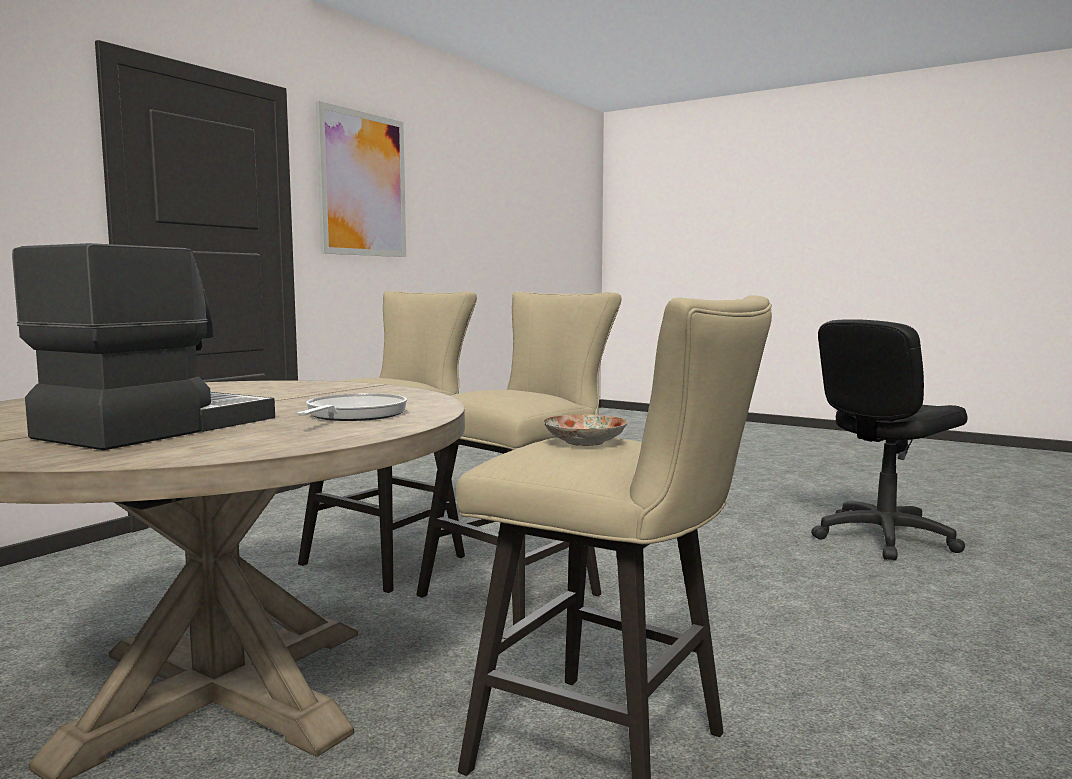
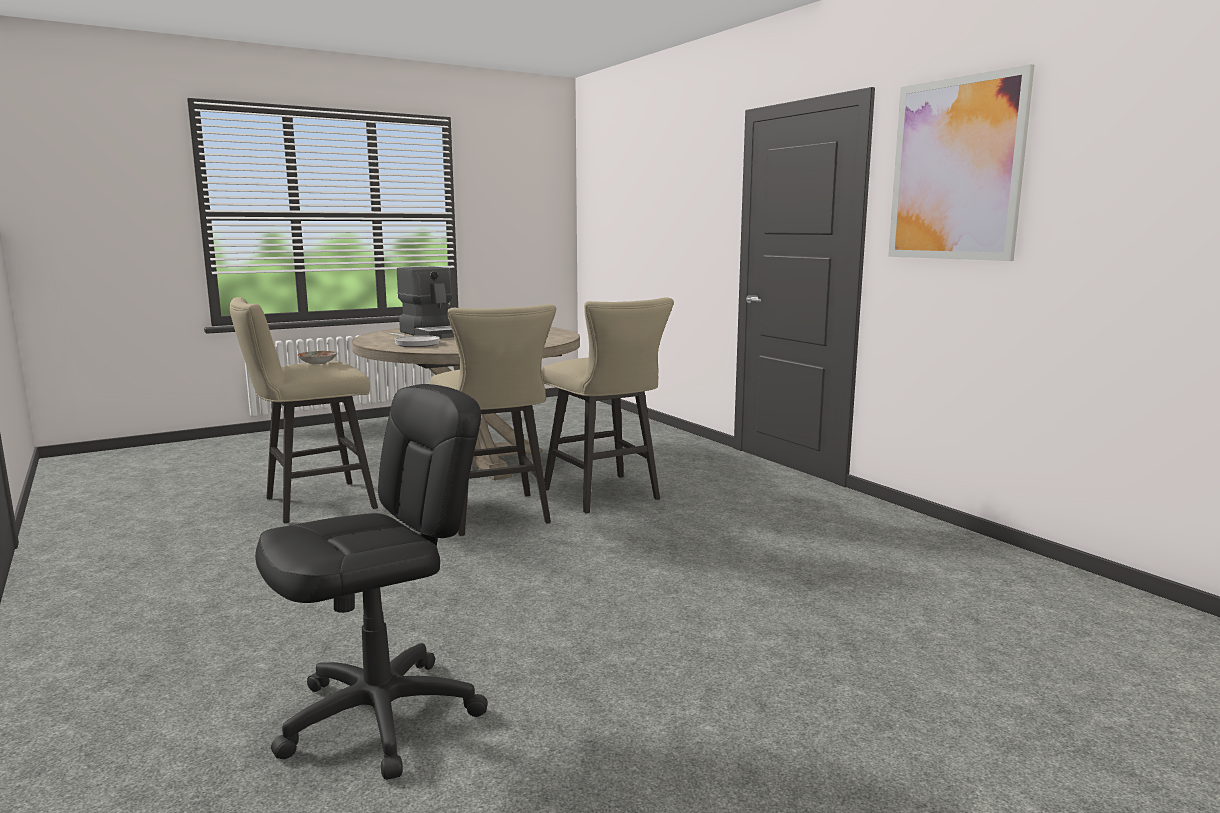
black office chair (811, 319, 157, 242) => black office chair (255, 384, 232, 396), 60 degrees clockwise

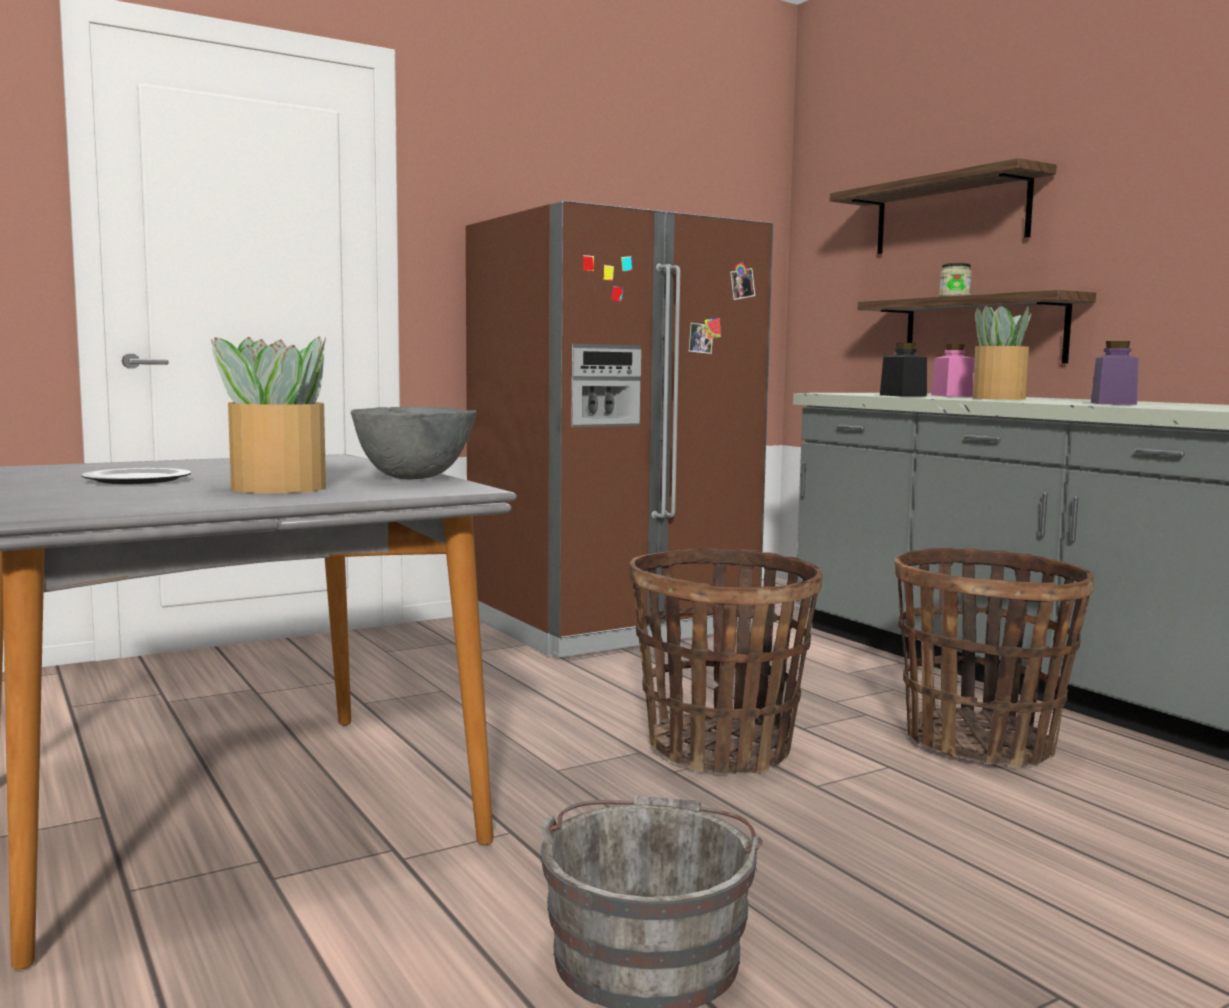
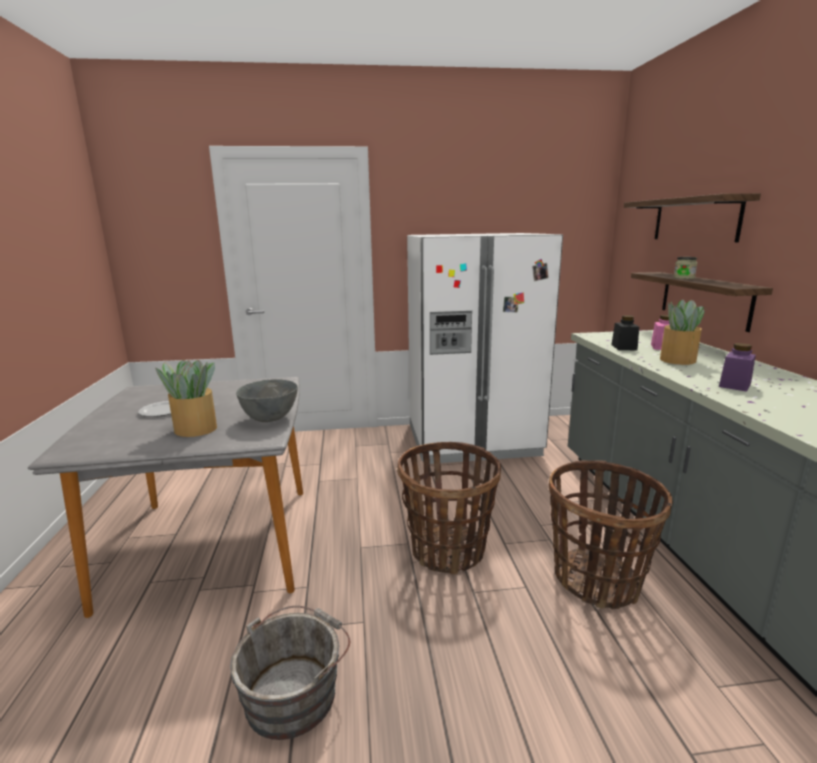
brown fridge (466, 201, 307, 456) => white fridge (407, 233, 156, 231)

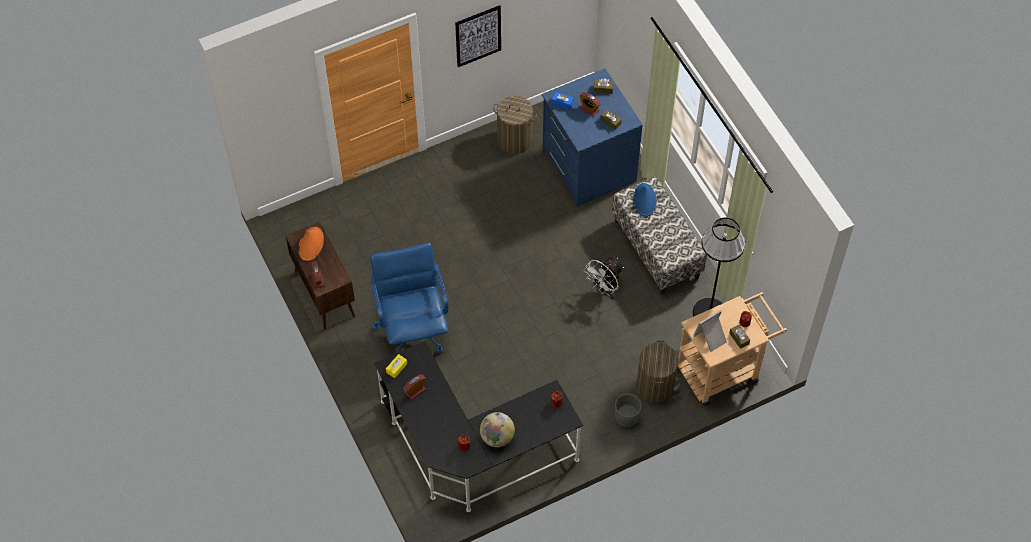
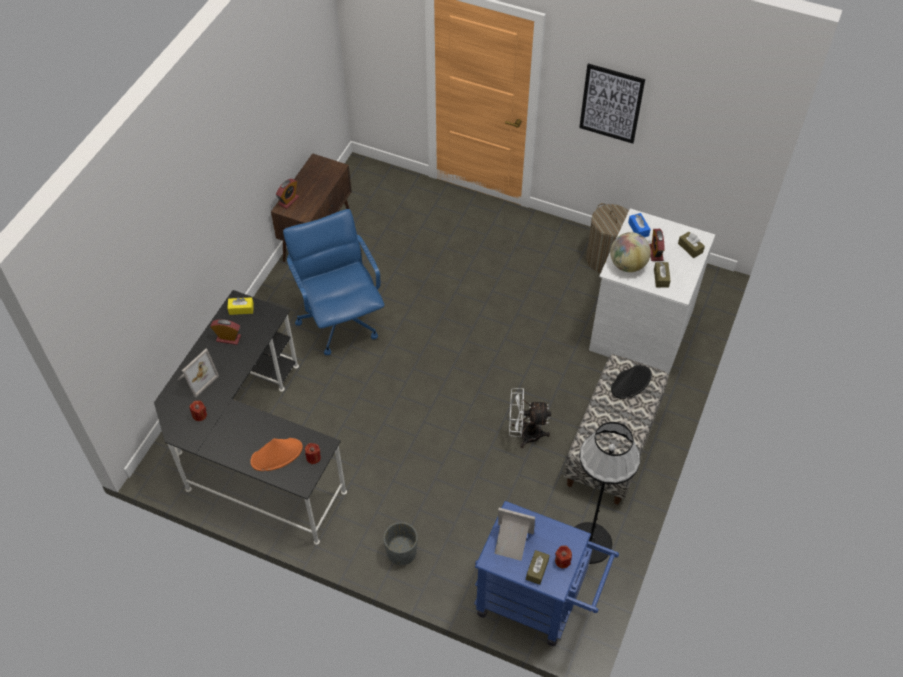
nothing => picture frame (177, 349, 42, 49)
orange hat (298, 227, 26, 34) => orange hat (250, 438, 53, 33), moved
blue office chair (370, 243, 78, 110) => blue office chair (283, 209, 101, 146), 60 degrees counterclockwise
beige cart (678, 292, 109, 114) => blue cart (474, 501, 145, 145)
blue dresser (542, 68, 101, 139) => white dresser (589, 208, 126, 166)
globe (480, 412, 35, 35) => globe (610, 232, 41, 40), moved
blue hat (633, 183, 23, 33) => black hat (611, 365, 41, 34)
laundry basket (636, 340, 43, 63) => nothing

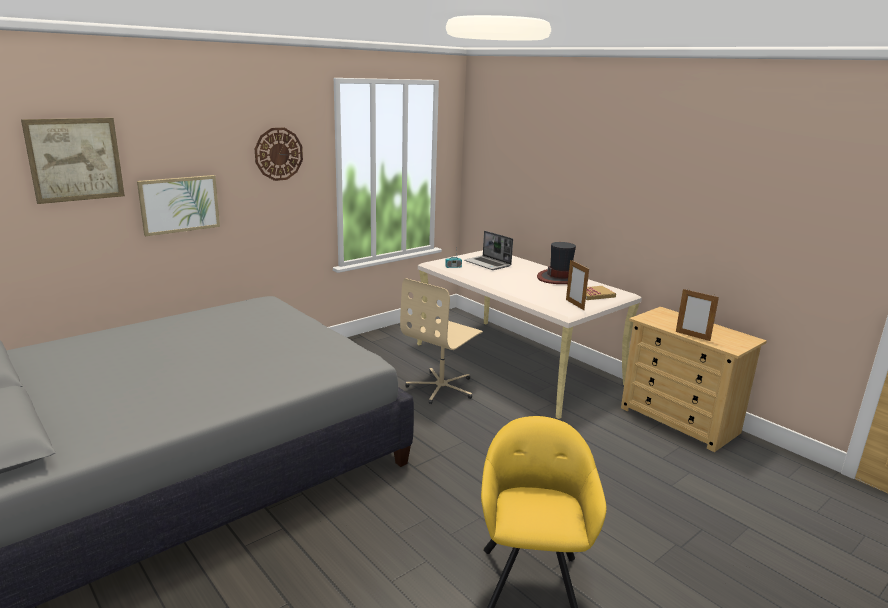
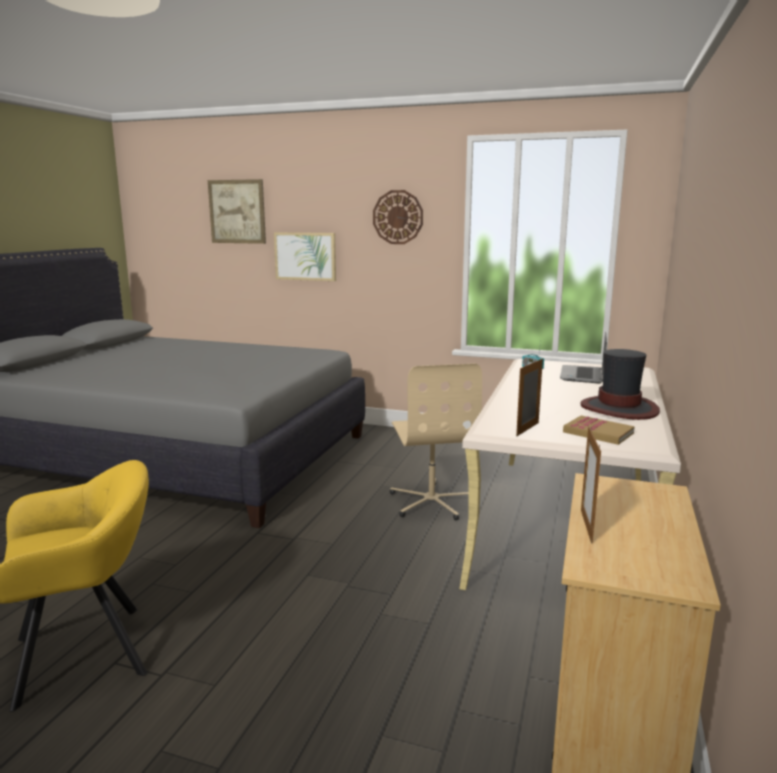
beige office chair (400, 278, 83, 126) => beige office chair (390, 364, 92, 157), 105 degrees counterclockwise

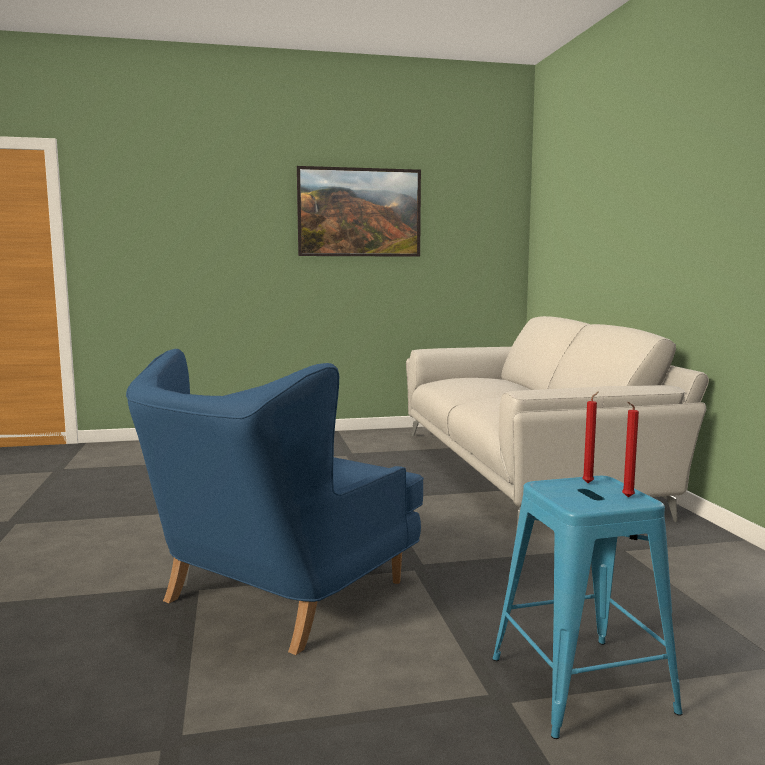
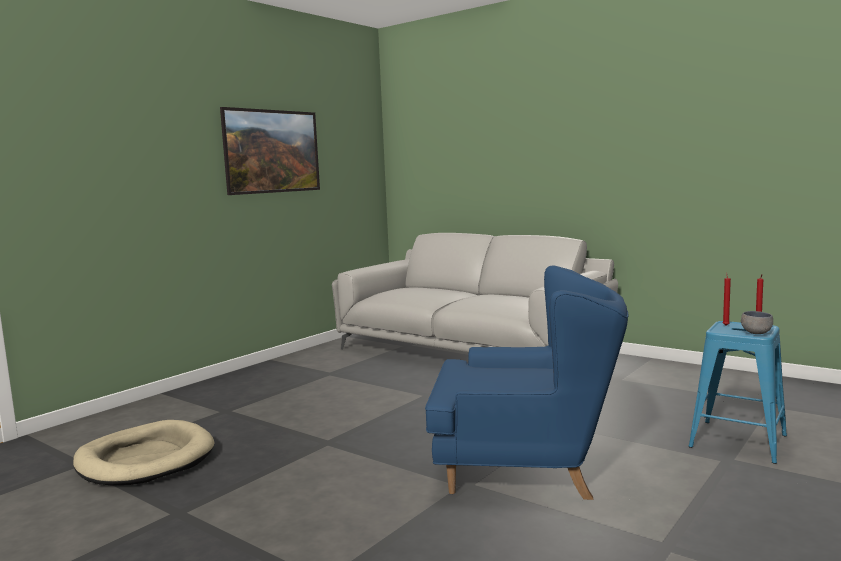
nothing => beige dog bed (73, 420, 141, 66)
blue armchair (126, 349, 298, 306) => blue armchair (425, 266, 204, 234), 75 degrees counterclockwise
nothing => grey bowl (741, 311, 32, 23)

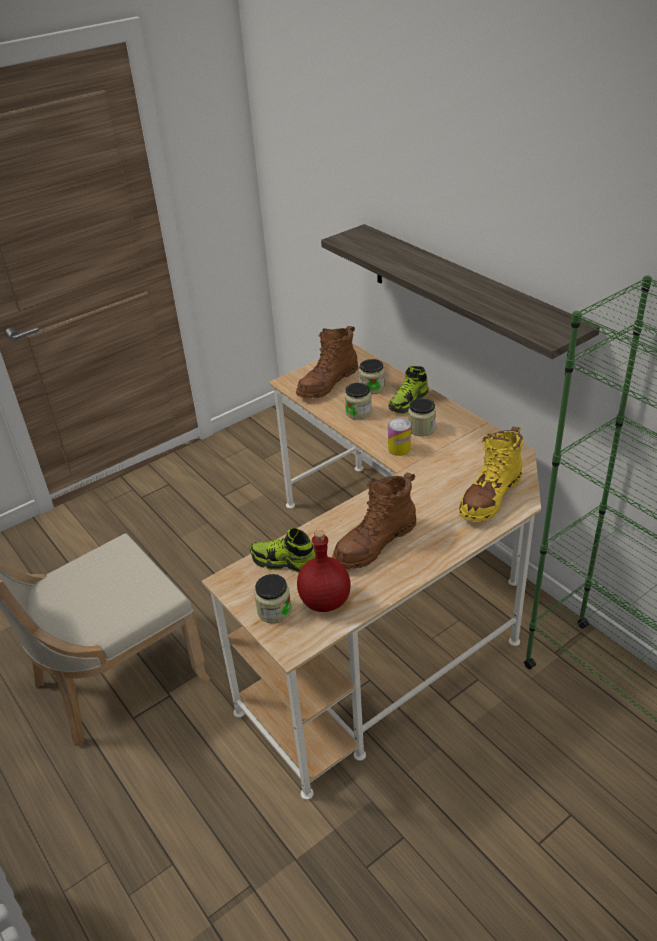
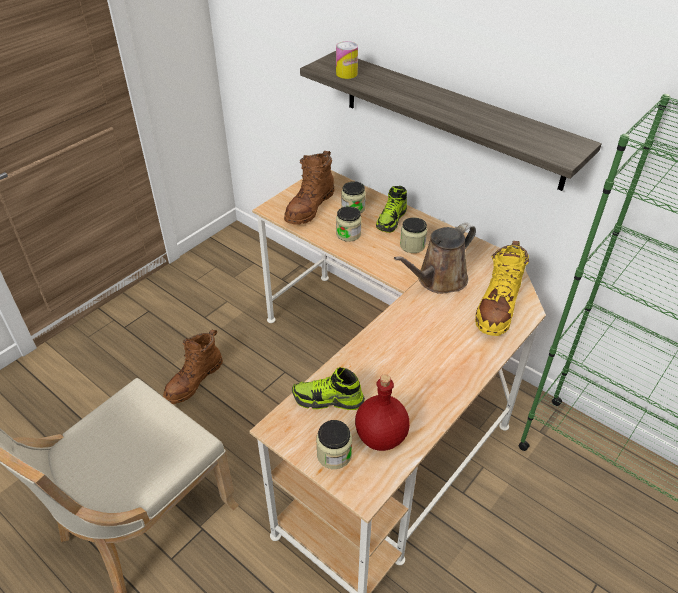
brown boot (332, 472, 84, 97) => brown boot (163, 330, 60, 74), moved
can (388, 418, 23, 38) => can (336, 41, 22, 38), moved
nothing => brown watering can (394, 223, 82, 71)

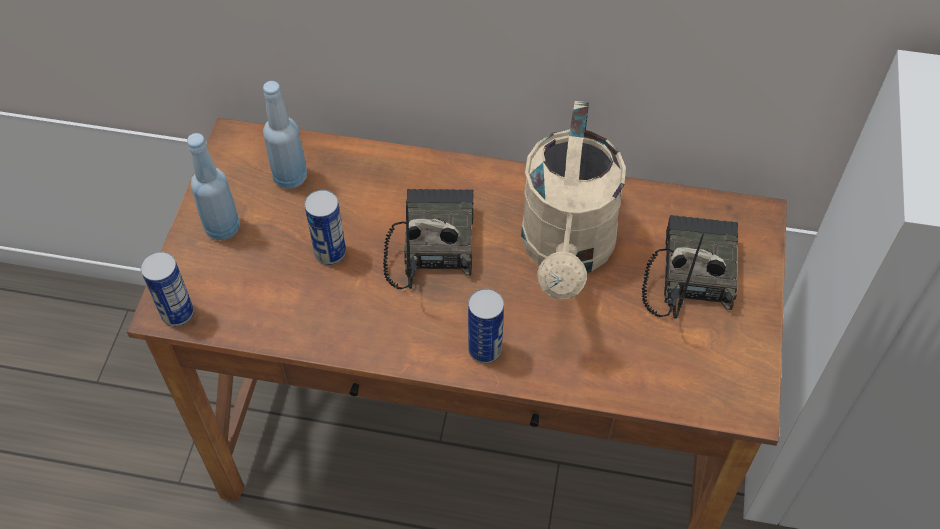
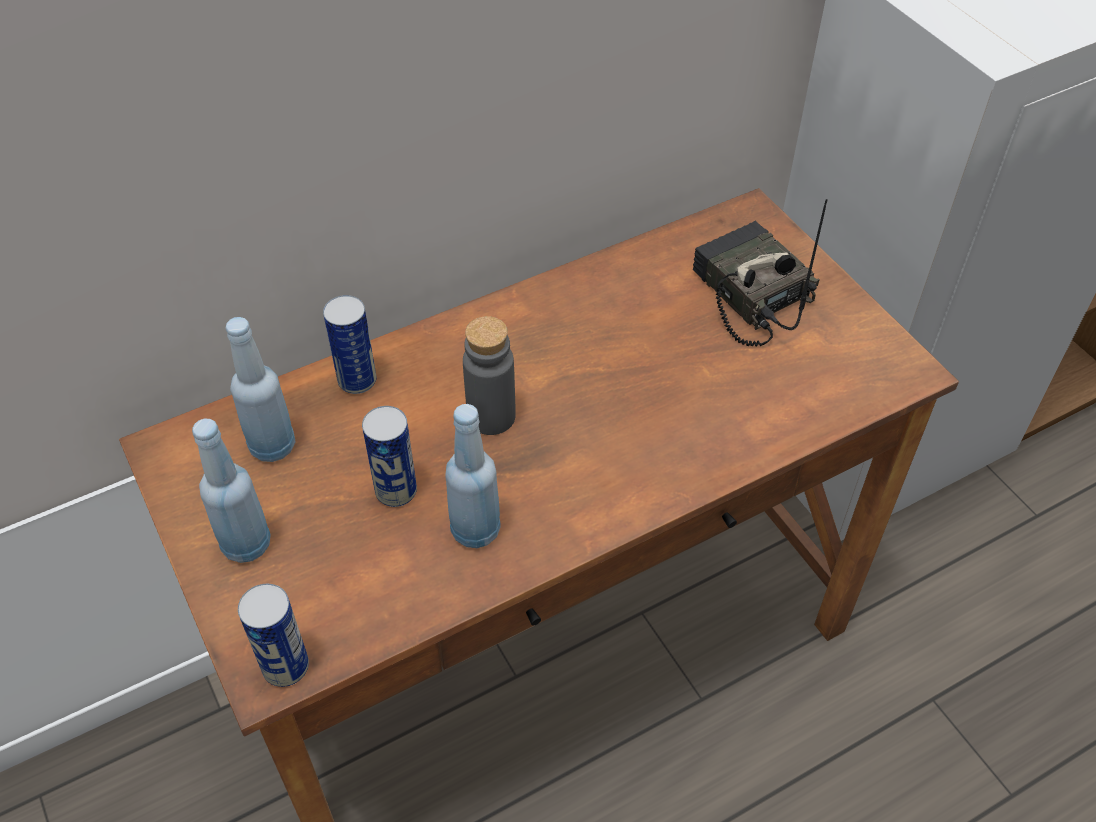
can (468, 289, 36, 75) => can (323, 295, 54, 99), moved
nothing => blue bottle (445, 404, 56, 144)
radio (383, 189, 91, 100) => grey bottle (463, 316, 53, 119)
beige watering can (521, 101, 105, 198) => nothing

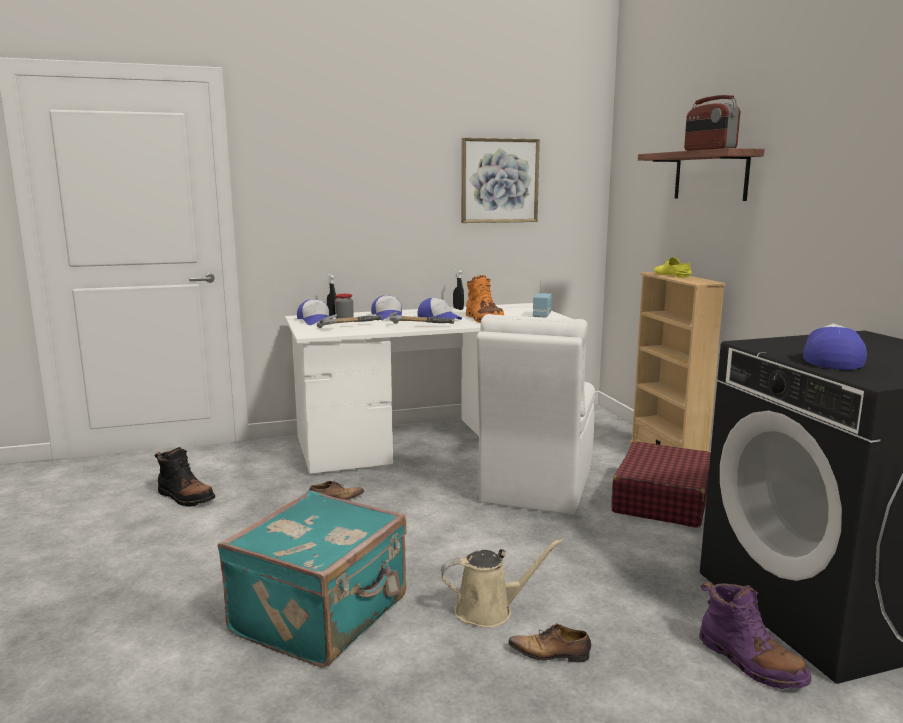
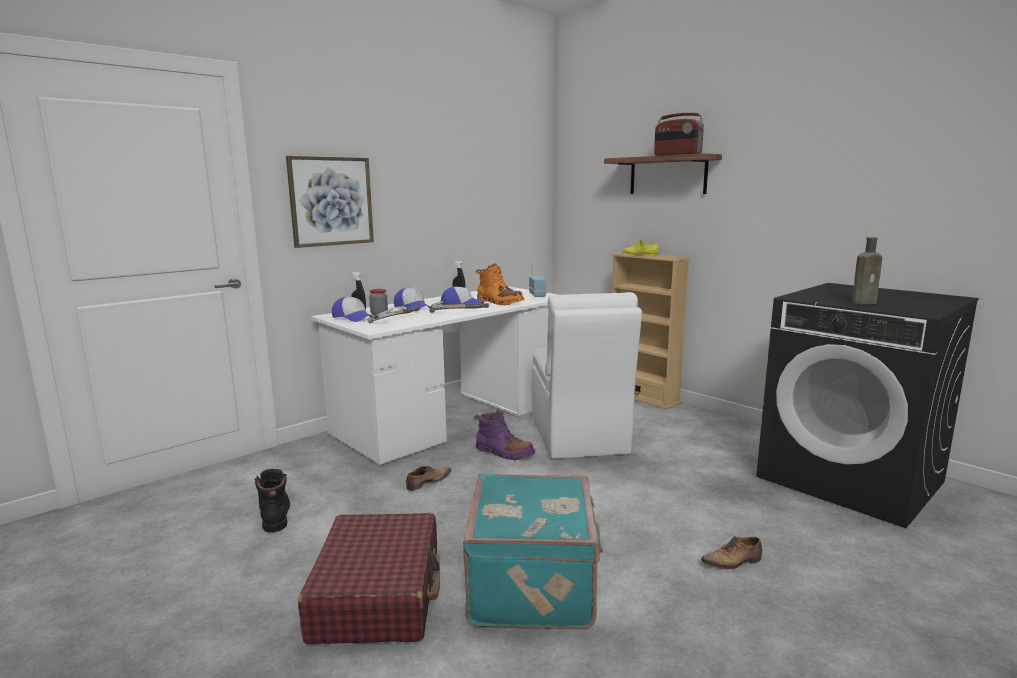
black boot (154, 447, 61, 60) => black boot (254, 469, 36, 63), 120 degrees counterclockwise
picture (461, 138, 79, 85) => picture (286, 156, 88, 92), moved
red suitcase (611, 441, 100, 87) => red suitcase (298, 513, 142, 131), moved
purple boot (699, 582, 112, 107) => purple boot (473, 410, 62, 50), moved
cap (803, 324, 64, 46) => brown bottle (852, 237, 30, 67)
beige watering can (441, 539, 122, 89) => nothing

